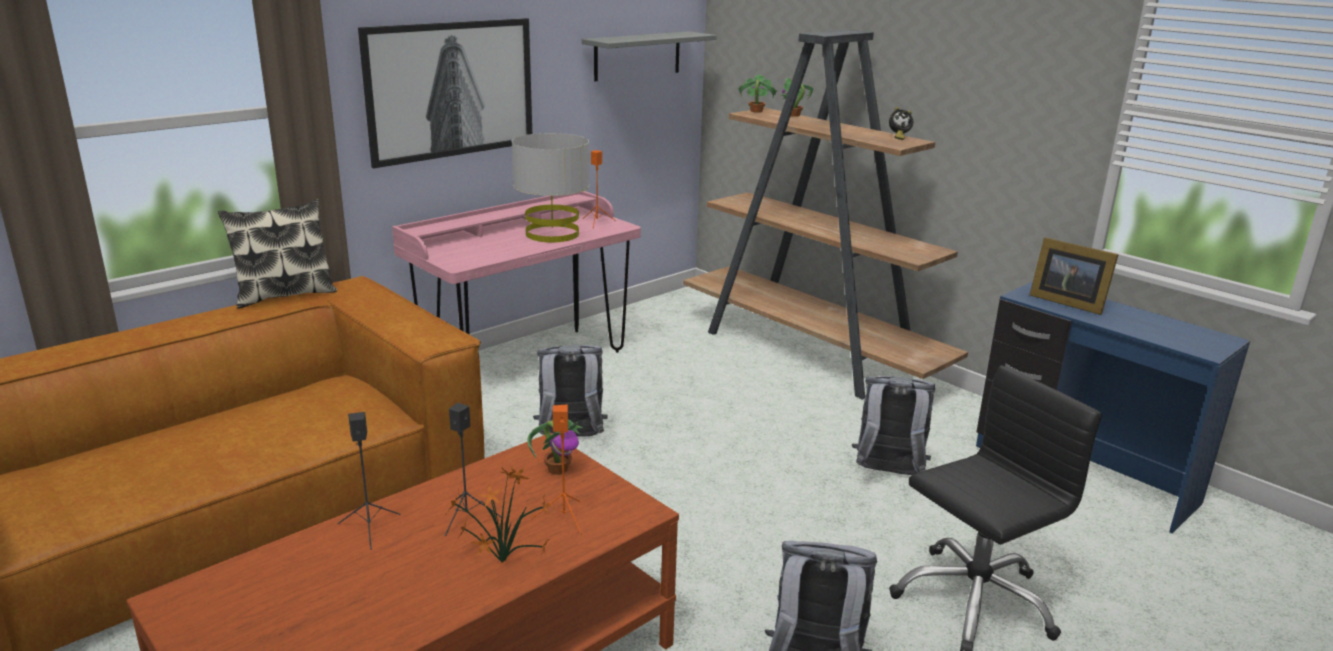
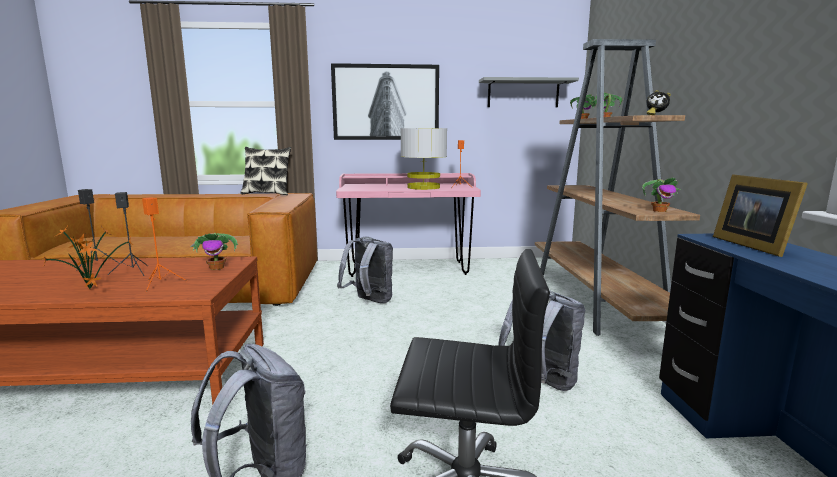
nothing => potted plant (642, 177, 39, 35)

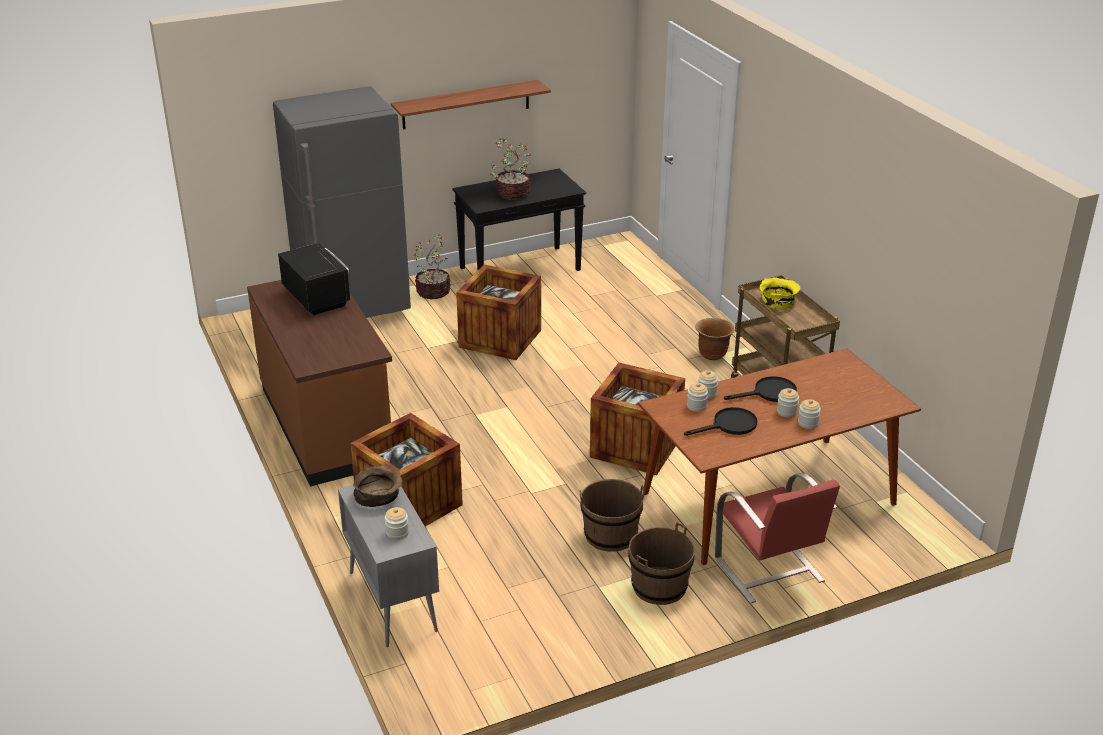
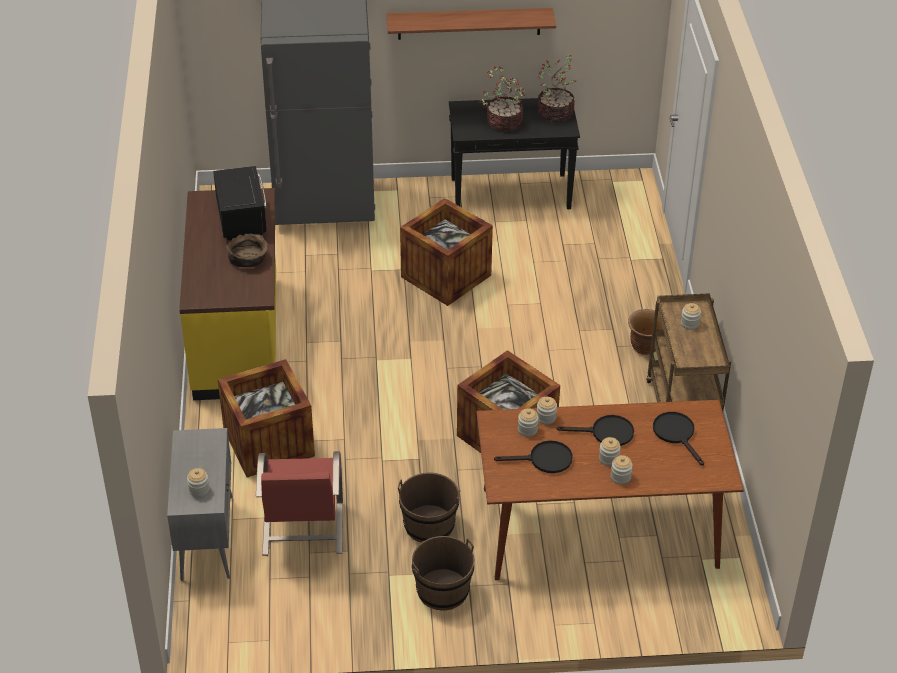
brown counter (247, 280, 145, 206) => yellow counter (179, 188, 97, 212)
brown bowl (353, 465, 49, 42) => brown bowl (226, 234, 41, 33), moved
red chair (715, 473, 125, 131) => red chair (256, 451, 87, 105), moved
potted plant (413, 235, 38, 64) => potted plant (537, 55, 40, 67), moved
nothing => black frying pan (653, 412, 51, 54)
yellow bowl (760, 278, 40, 32) => jar (681, 303, 20, 27)

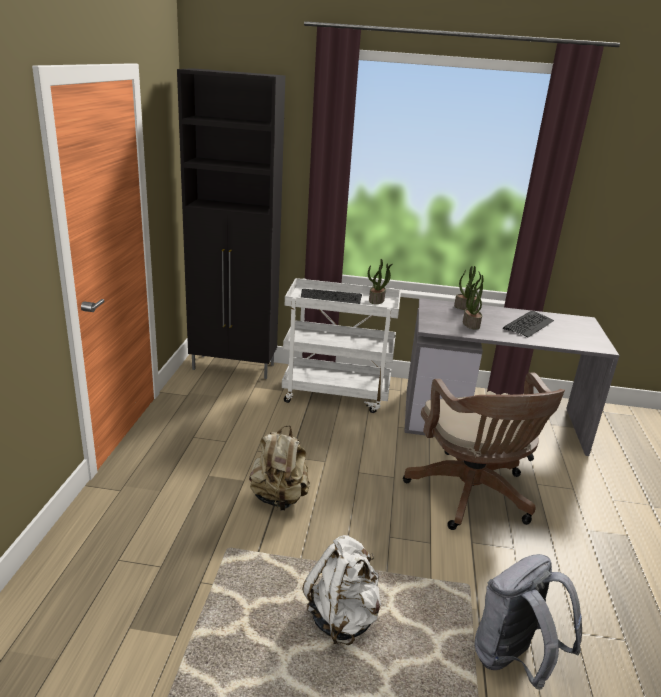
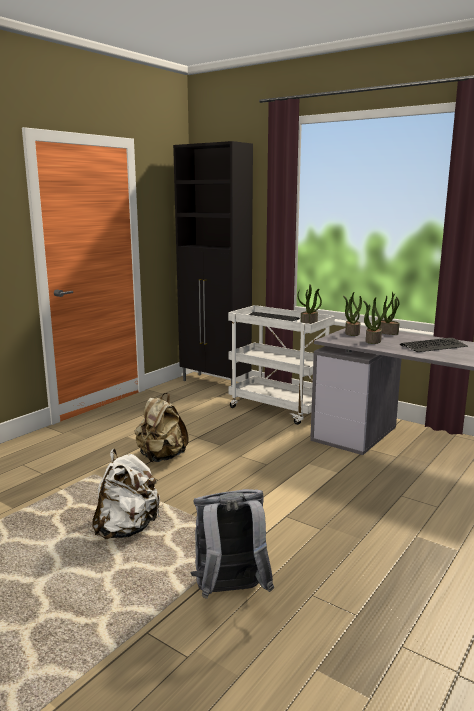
nothing => potted plant (343, 292, 19, 44)
brown office chair (403, 372, 162, 158) => nothing

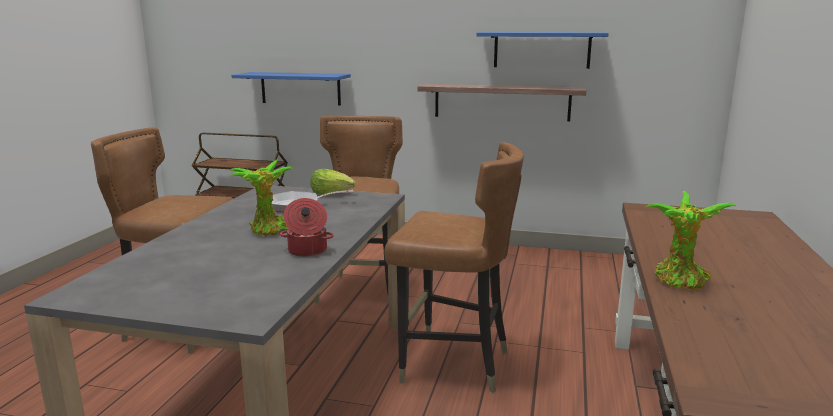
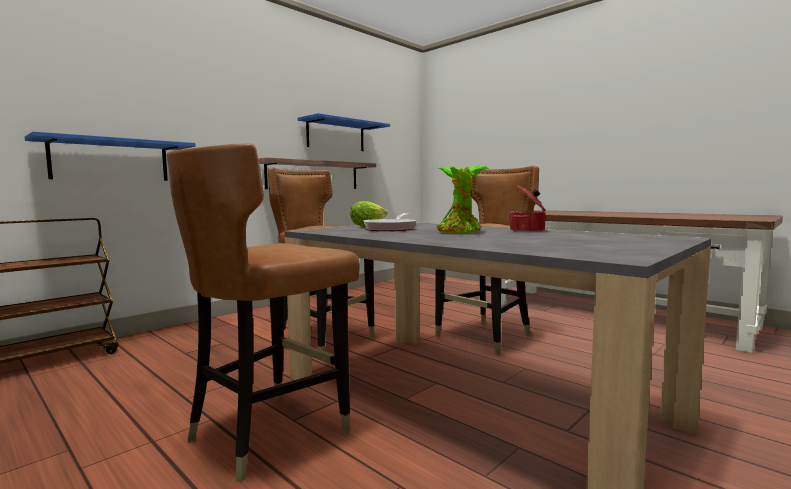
potted plant (646, 191, 92, 99) => nothing

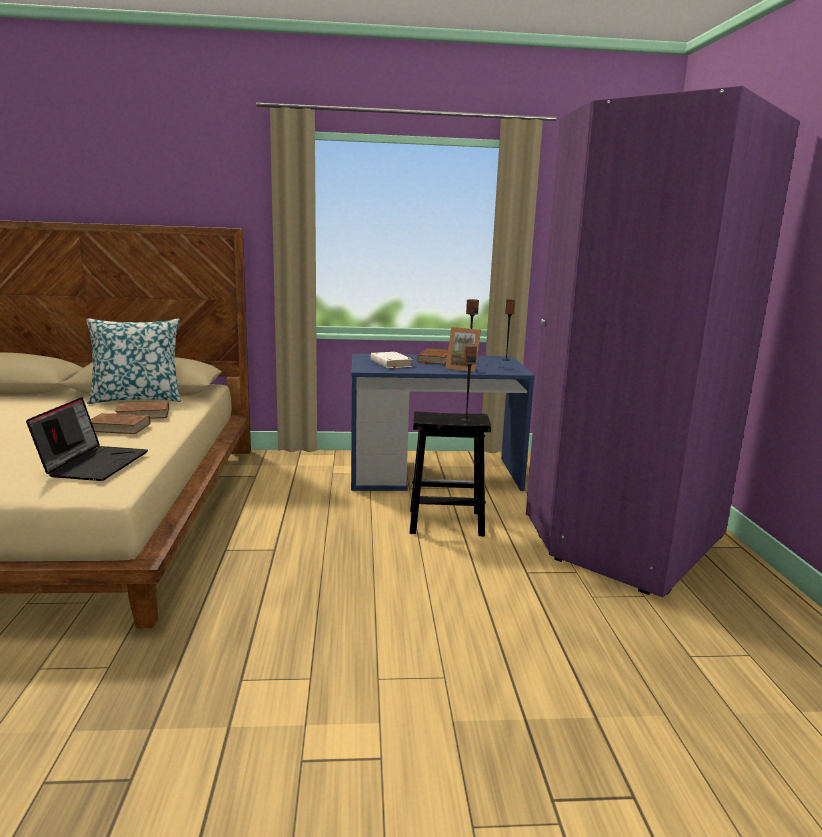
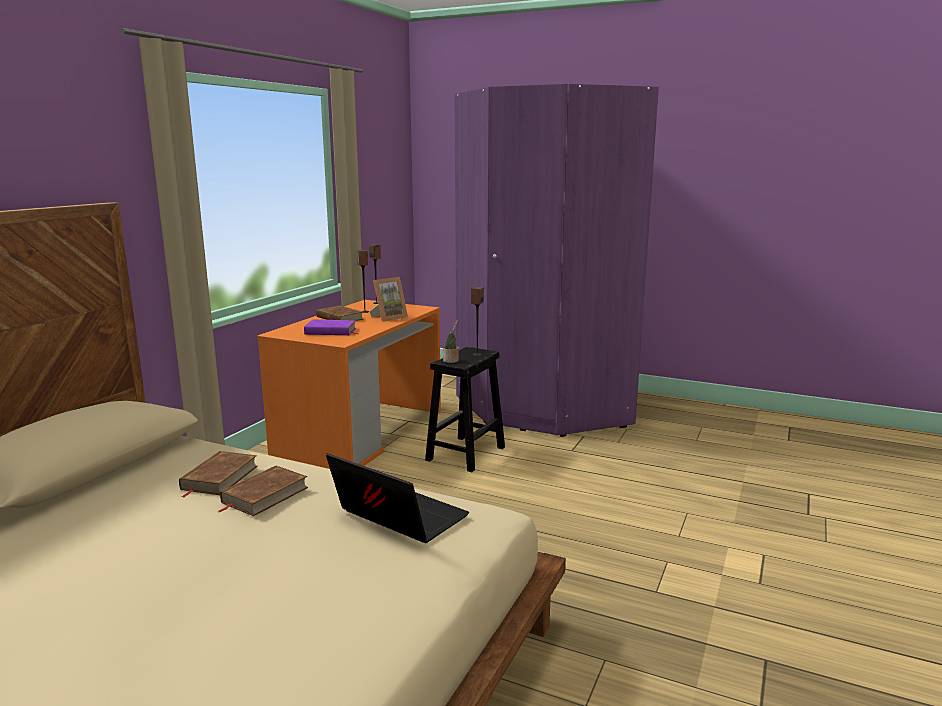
blue desk (351, 354, 184, 137) => orange desk (257, 300, 184, 169)
white book (371, 352, 41, 18) => purple book (304, 320, 54, 15)
nothing => potted plant (443, 320, 16, 43)
pillow (86, 318, 95, 86) => nothing

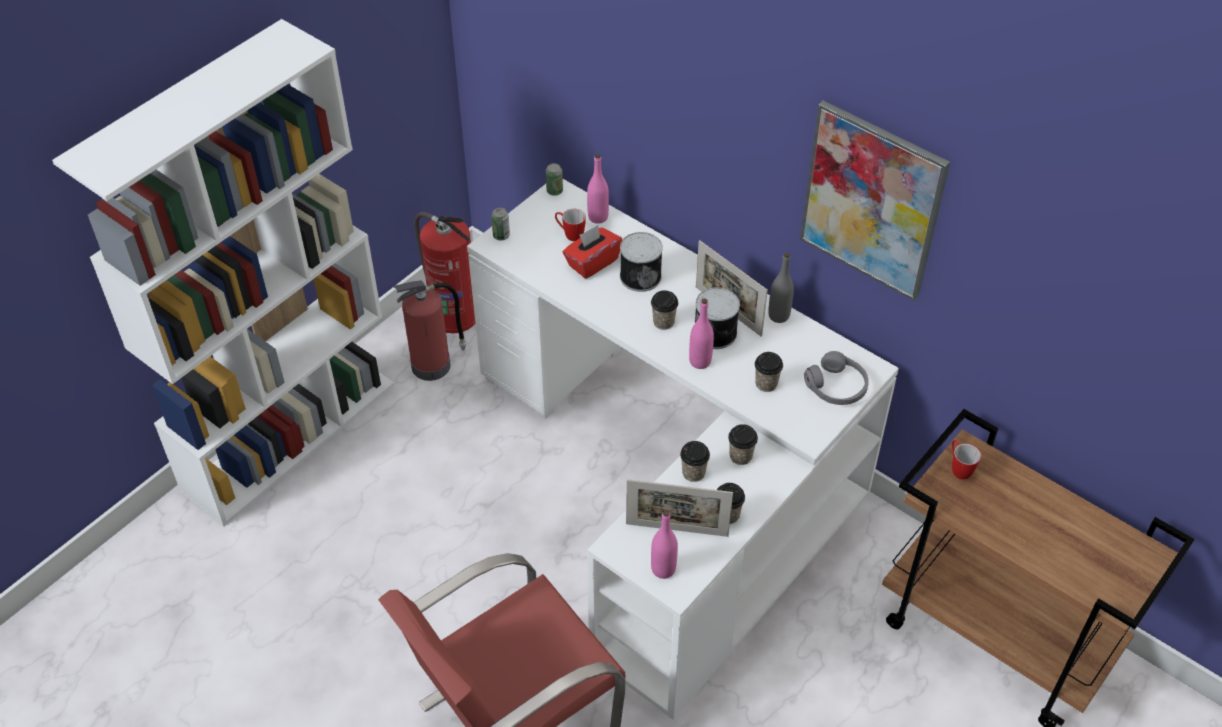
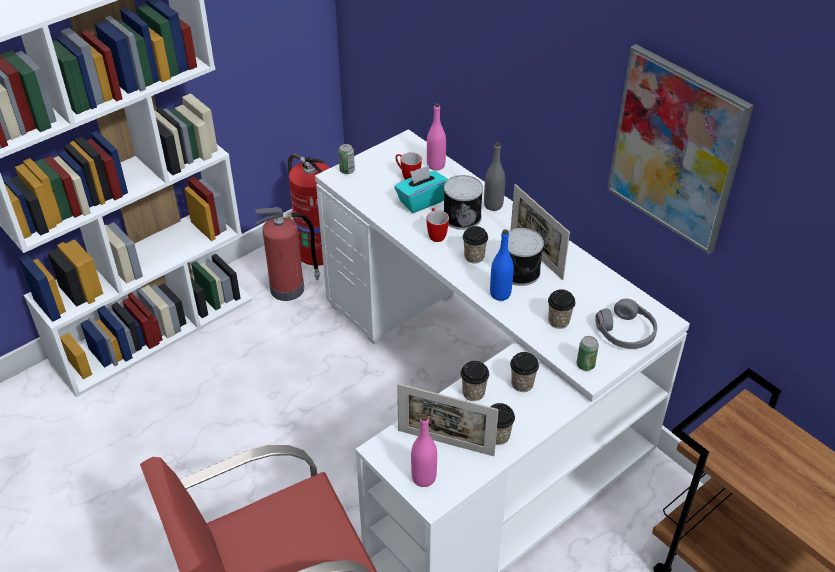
red tissue box (563, 225, 59, 54) => turquoise tissue box (395, 165, 53, 48)
mug (951, 440, 30, 39) => mug (426, 208, 23, 34), moved
grey bottle (768, 253, 26, 70) => grey bottle (484, 142, 21, 69), moved
pink bottle (689, 298, 25, 71) => blue bottle (490, 230, 24, 71)
can (546, 163, 17, 33) => can (577, 336, 22, 35), moved

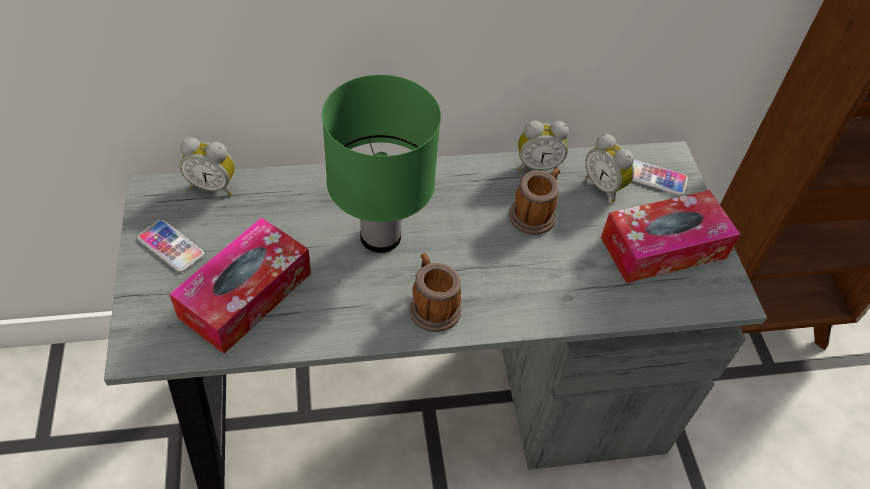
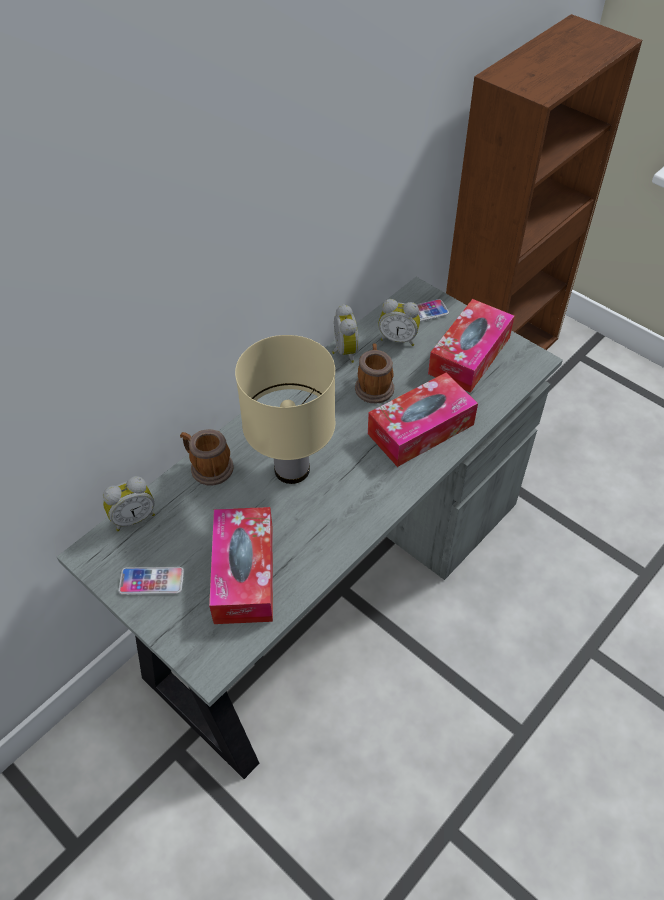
mug (409, 253, 52, 79) => mug (180, 429, 54, 56), moved
green table lamp (322, 75, 119, 178) => beige table lamp (235, 335, 100, 149)
alarm clock (518, 121, 51, 50) => alarm clock (332, 304, 27, 59), 60 degrees counterclockwise
nothing => tissue box (368, 373, 110, 94)

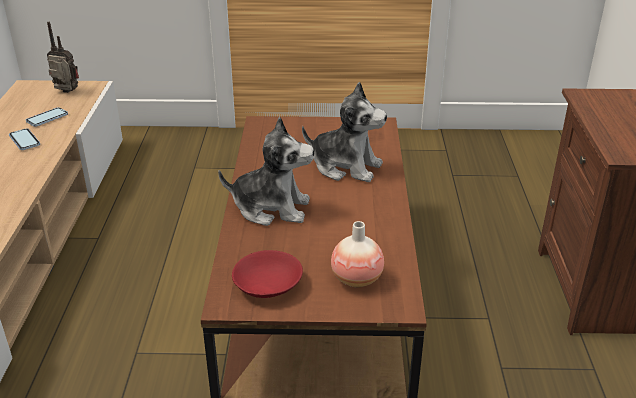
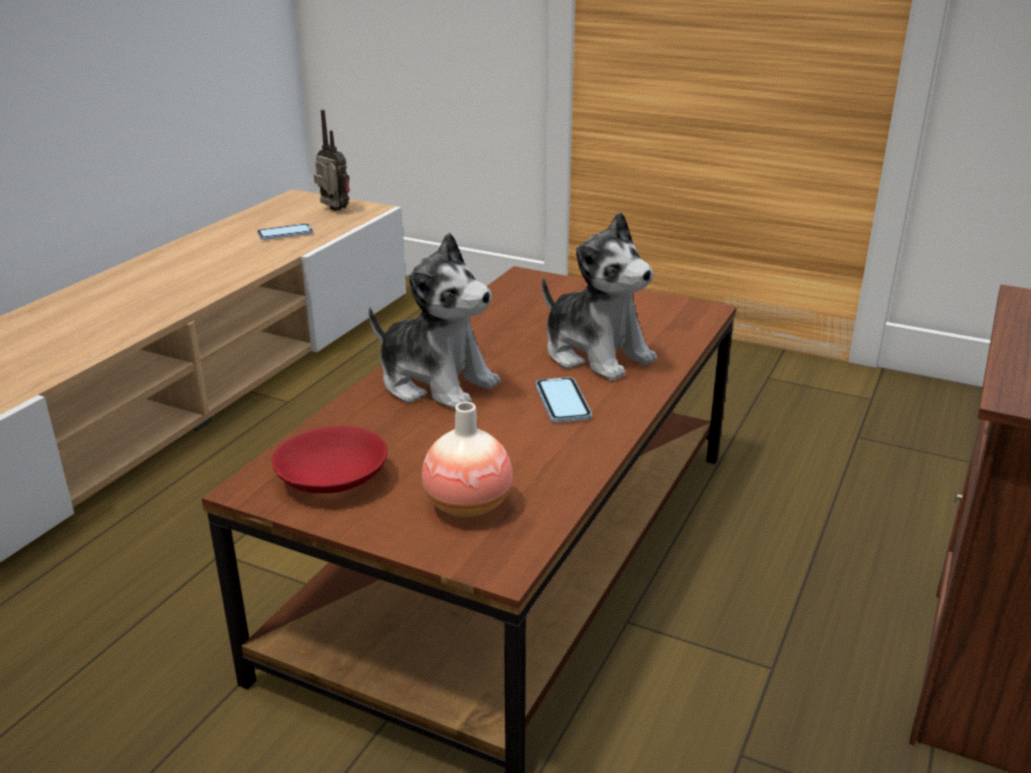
phone (9, 128, 31, 22) => phone (536, 377, 56, 46), moved

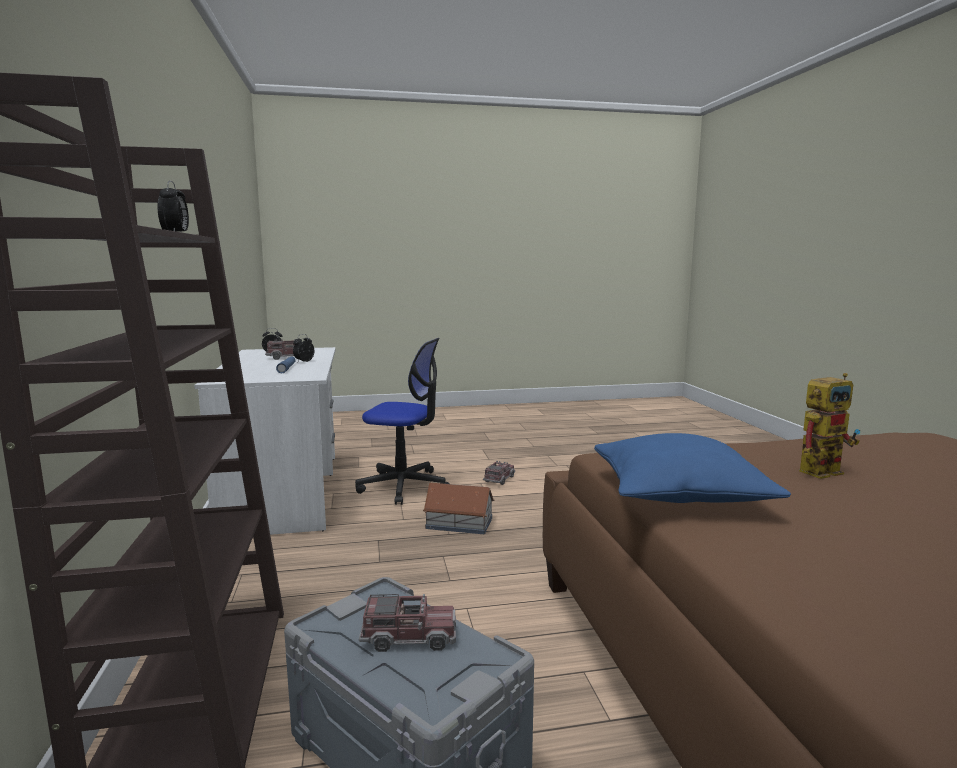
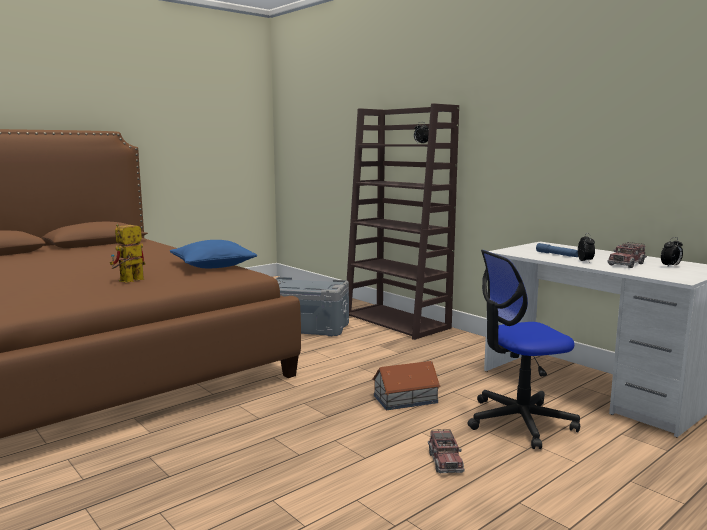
toy truck (359, 594, 97, 58) => nothing

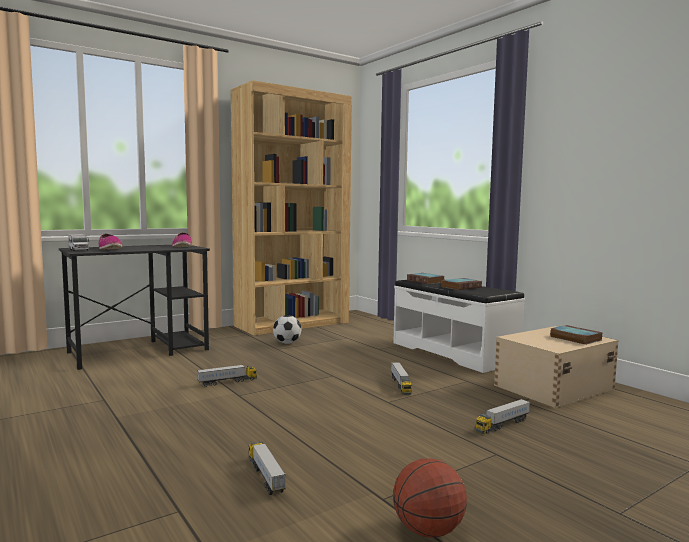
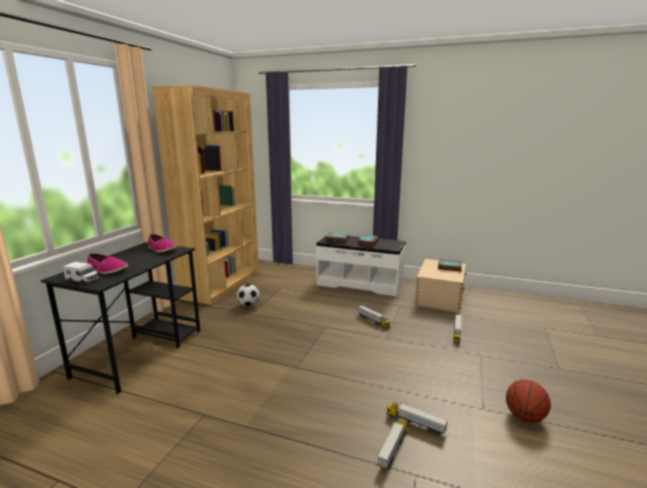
toy truck (197, 365, 60, 22) => toy truck (378, 418, 30, 51), moved

